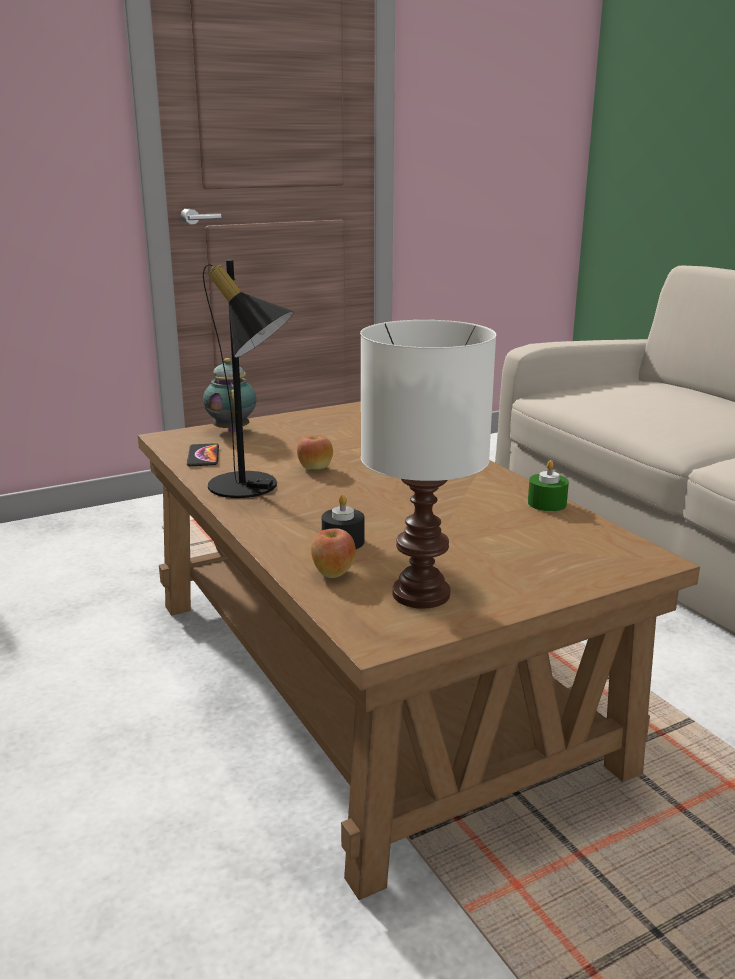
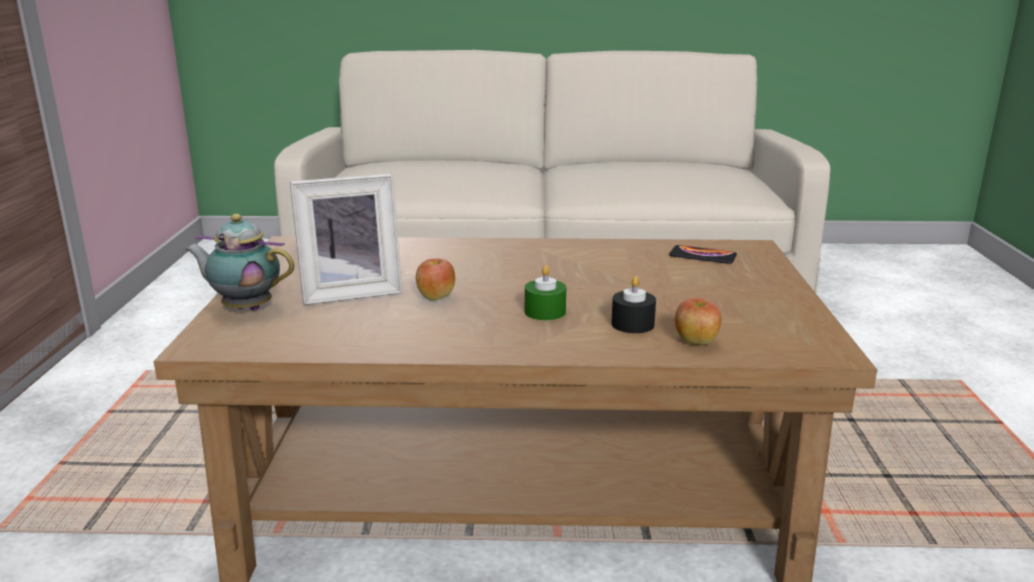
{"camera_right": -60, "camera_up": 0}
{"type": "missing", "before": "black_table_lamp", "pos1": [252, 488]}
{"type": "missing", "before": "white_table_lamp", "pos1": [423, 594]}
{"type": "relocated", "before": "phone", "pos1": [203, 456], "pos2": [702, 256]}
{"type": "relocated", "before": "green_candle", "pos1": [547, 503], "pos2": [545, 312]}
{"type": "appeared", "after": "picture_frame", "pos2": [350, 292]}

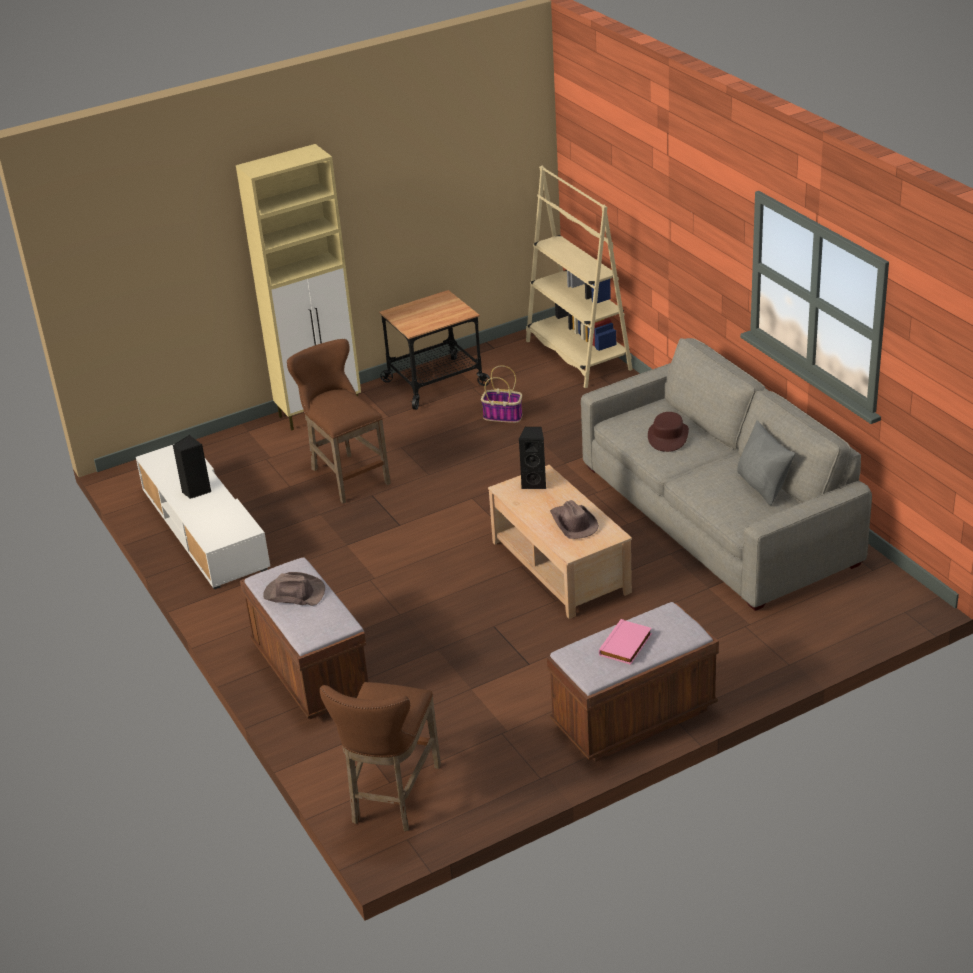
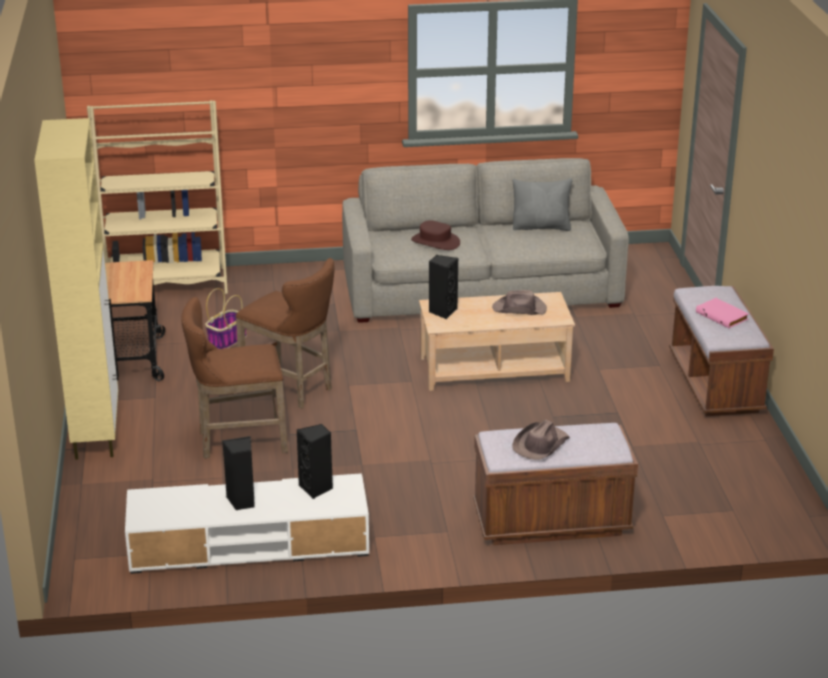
{"camera_right": -70, "camera_up": -5}
{"type": "relocated", "before": "brown_stool", "pos1": [392, 797], "pos2": [291, 388]}
{"type": "appeared", "after": "black_speaker", "pos2": [316, 488]}

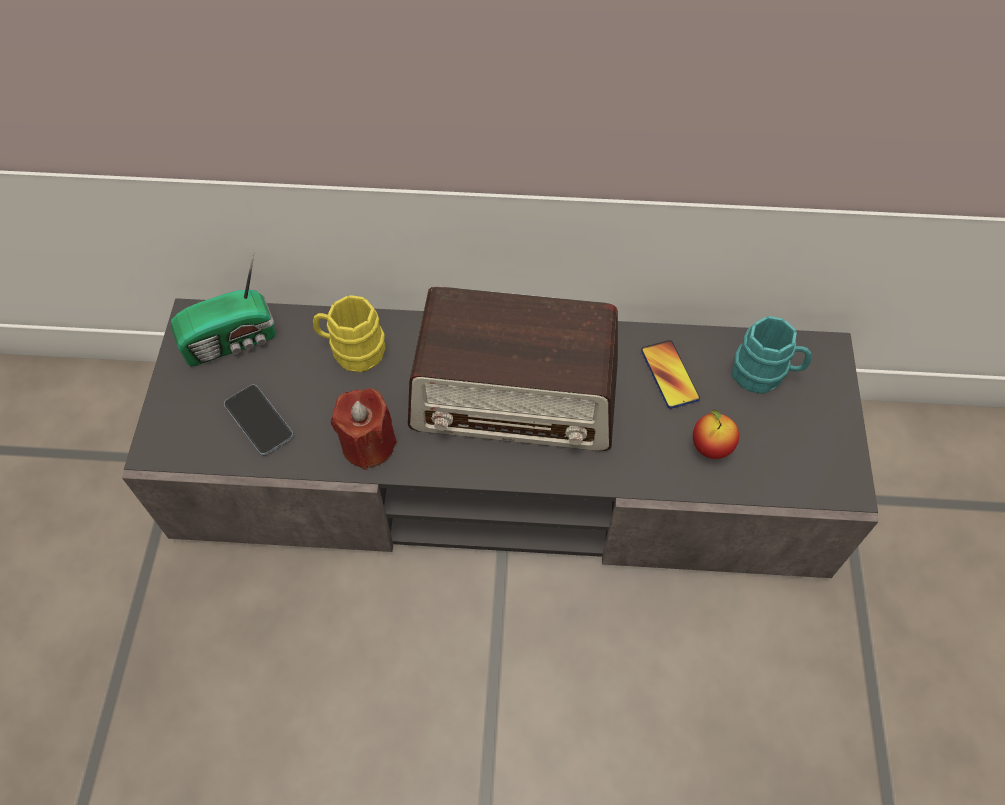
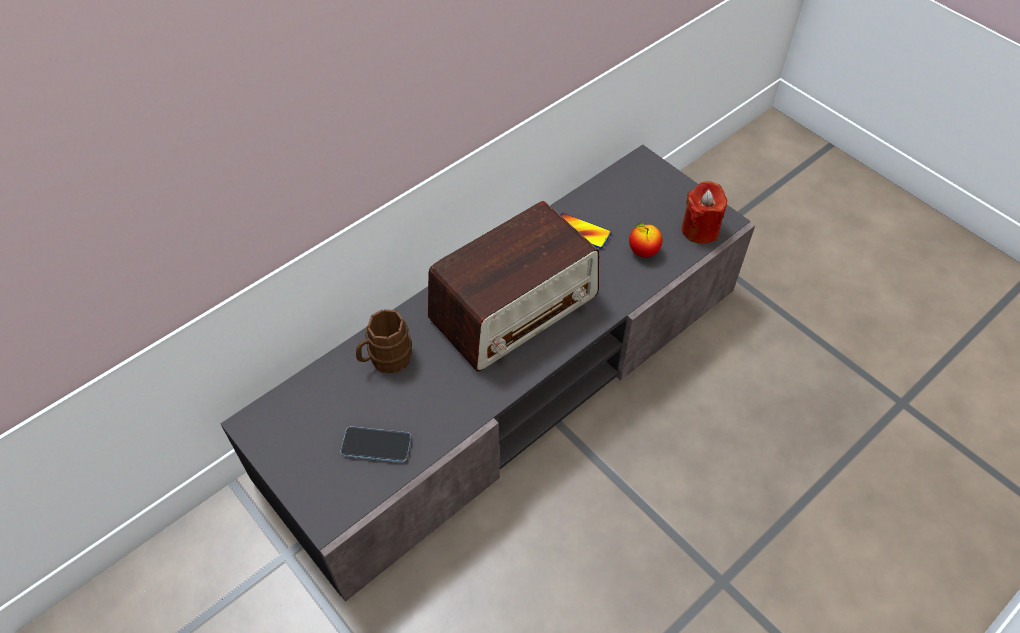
{"camera_right": -45, "camera_up": -5}
{"type": "missing", "before": "radio", "pos1": [232, 341]}
{"type": "colour", "before": "yellow_mug", "after": "brown_mug", "pos1": [352, 350], "pos2": [385, 359]}
{"type": "missing", "before": "turquoise_mug", "pos1": [765, 374]}
{"type": "relocated", "before": "red_candle", "pos1": [368, 444], "pos2": [700, 229]}

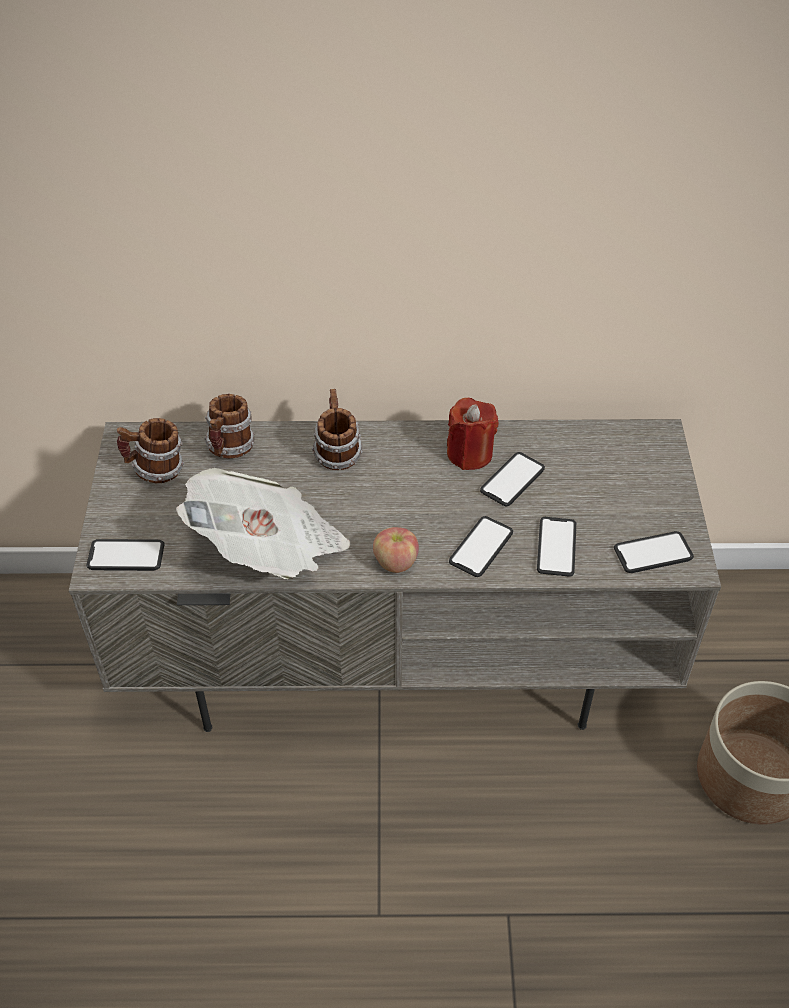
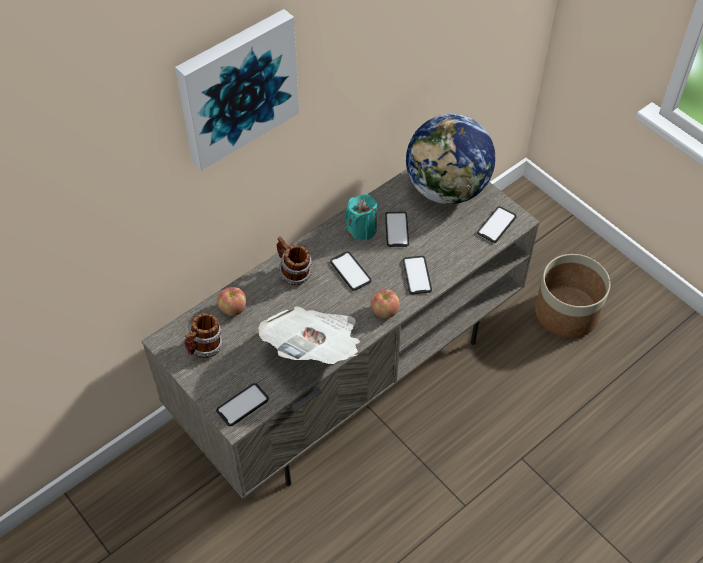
{"camera_right": -40, "camera_up": 5}
{"type": "exchanged", "before": "mug", "after": "apple", "pos1": [230, 449], "pos2": [233, 308]}
{"type": "colour", "before": "red_candle", "after": "turquoise_candle", "pos1": [470, 453], "pos2": [361, 229]}
{"type": "relocated", "before": "phone", "pos1": [556, 547], "pos2": [350, 271]}
{"type": "appeared", "after": "picture", "pos2": [236, 87]}
{"type": "appeared", "after": "globe", "pos2": [447, 189]}

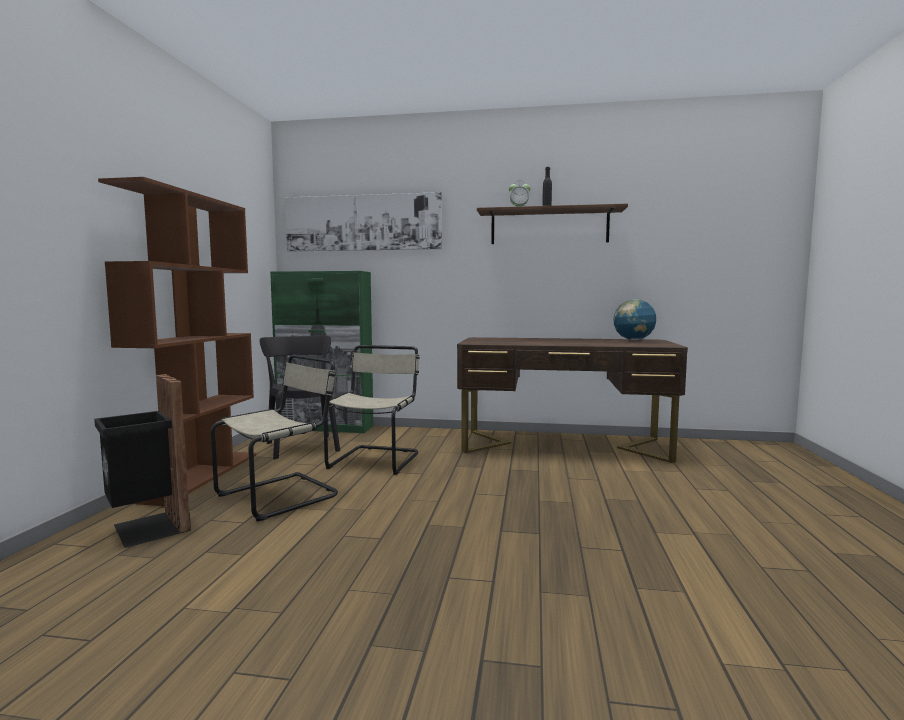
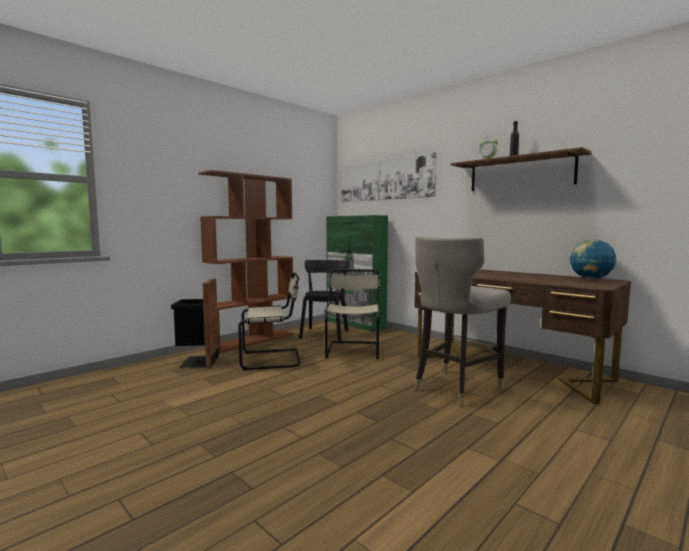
{"camera_right": 35, "camera_up": 0}
{"type": "spun", "before": "beige_chair", "pos1": [376, 460], "pos2": [353, 350], "turn": -45}
{"type": "appeared", "after": "grey_stool", "pos2": [455, 387]}

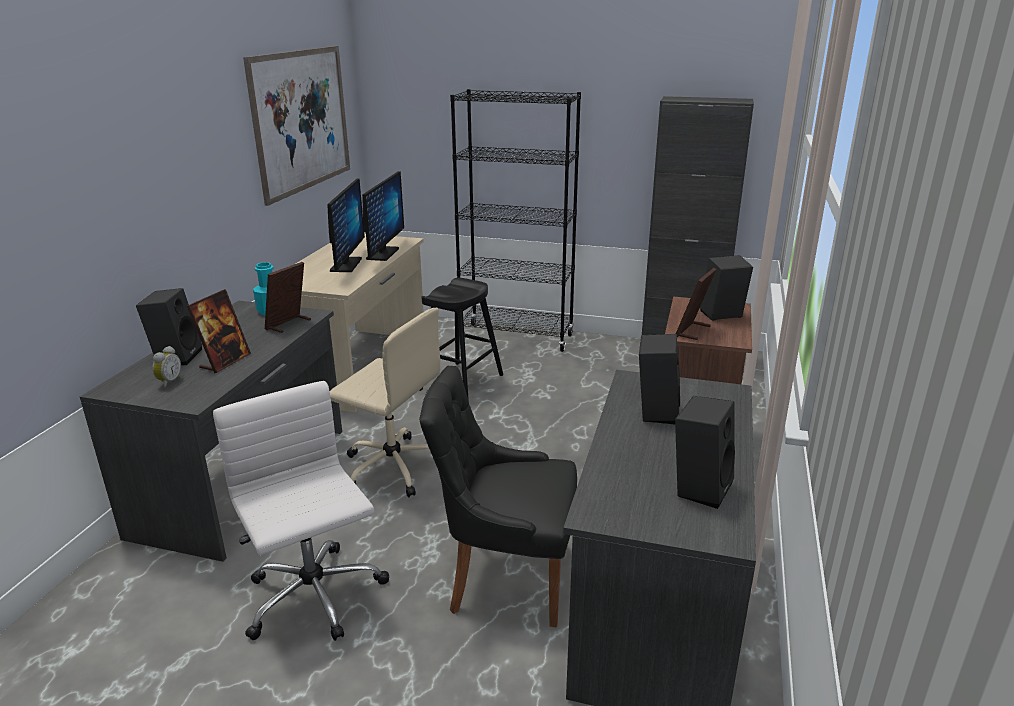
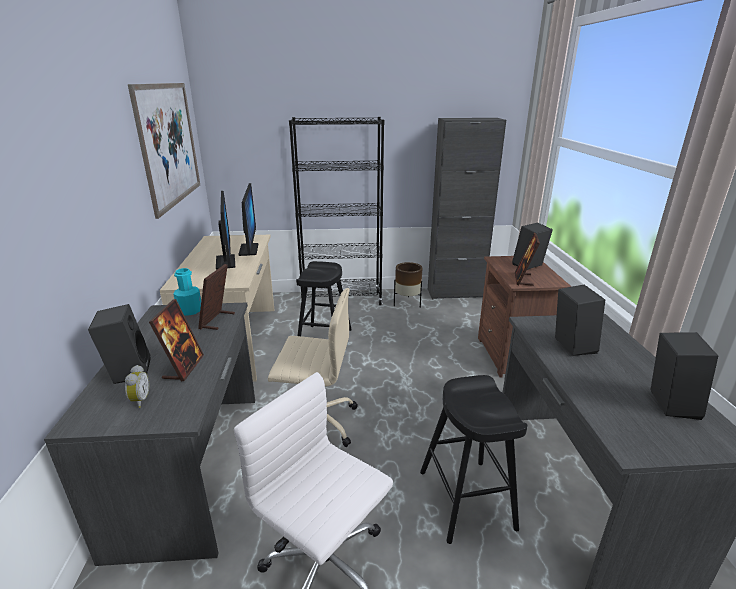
{"camera_right": -20, "camera_up": 0}
{"type": "exchanged", "before": "black_chair", "after": "black_stool", "pos1": [505, 578], "pos2": [466, 499]}
{"type": "appeared", "after": "brown_planter", "pos2": [407, 303]}

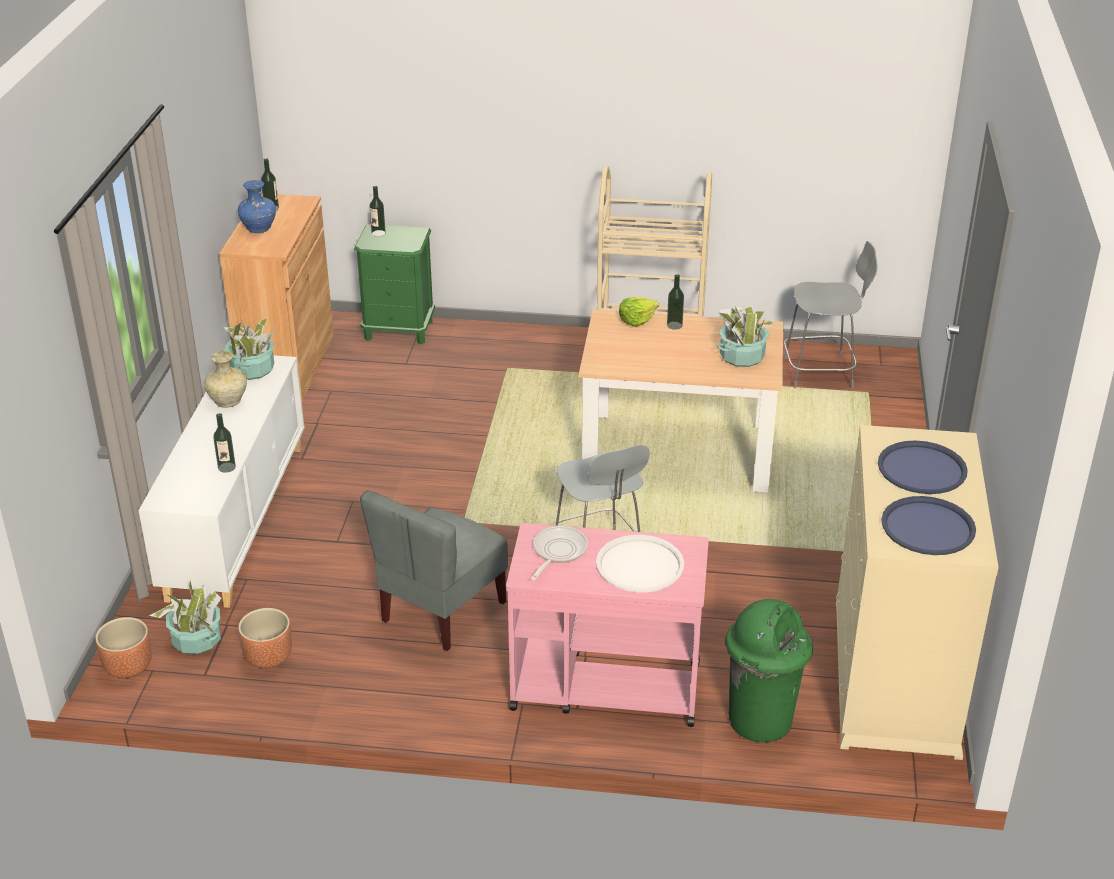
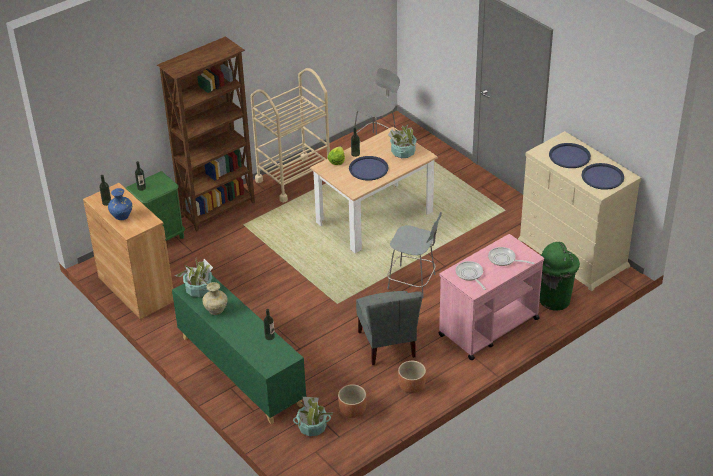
{"camera_right": -45, "camera_up": 5}
{"type": "colour", "before": "white_cabinet", "after": "green_cabinet", "pos1": [237, 520], "pos2": [240, 371]}
{"type": "exchanged", "before": "white_tray", "after": "frying_pan", "pos1": [640, 565], "pos2": [504, 259]}
{"type": "relocated", "before": "brown_planter", "pos1": [129, 667], "pos2": [411, 387]}
{"type": "appeared", "after": "brown_bookcase", "pos2": [218, 210]}
{"type": "appeared", "after": "blue_tray", "pos2": [368, 169]}

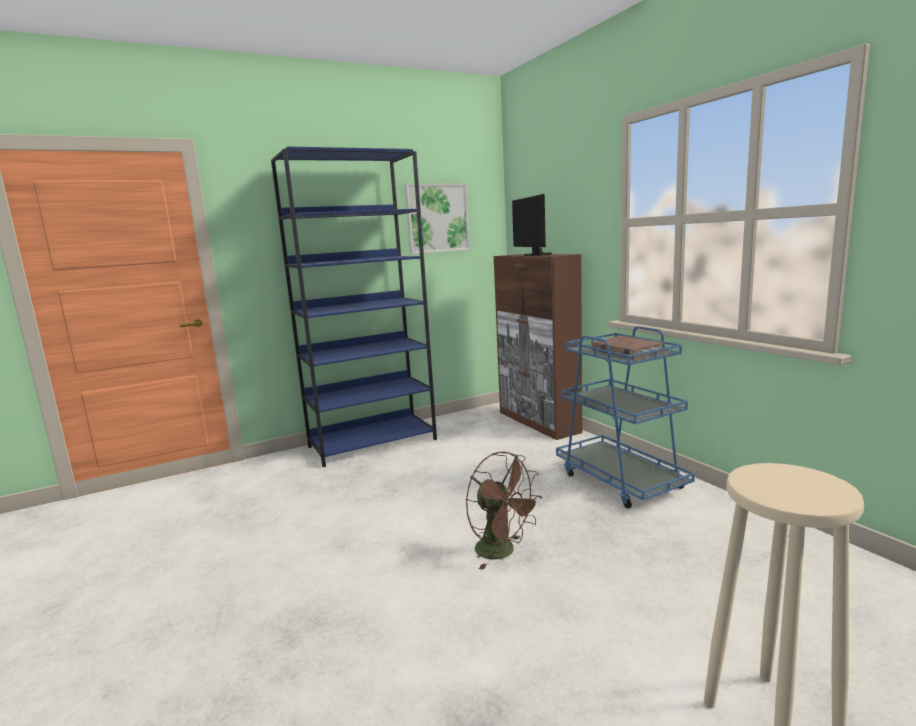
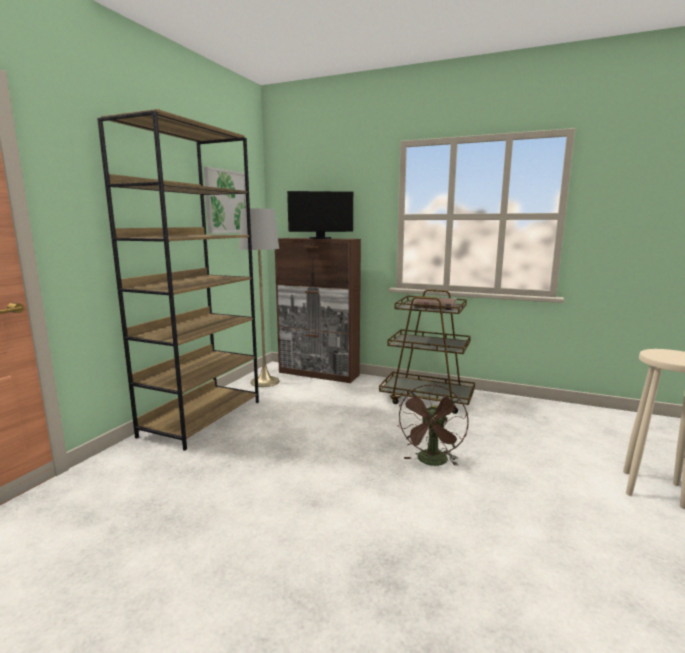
{"camera_right": -40, "camera_up": 0}
{"type": "colour", "before": "blue_bookcase", "after": "brown_bookcase", "pos1": [373, 443], "pos2": [202, 418]}
{"type": "spun", "before": "monitor", "pos1": [535, 255], "pos2": [320, 238], "turn": -45}
{"type": "colour", "before": "blue_cart", "after": "brown_cart", "pos1": [620, 480], "pos2": [427, 399]}
{"type": "spun", "before": "brown_fan", "pos1": [502, 552], "pos2": [432, 462], "turn": 105}
{"type": "appeared", "after": "grey_floor_lamp", "pos2": [265, 381]}

